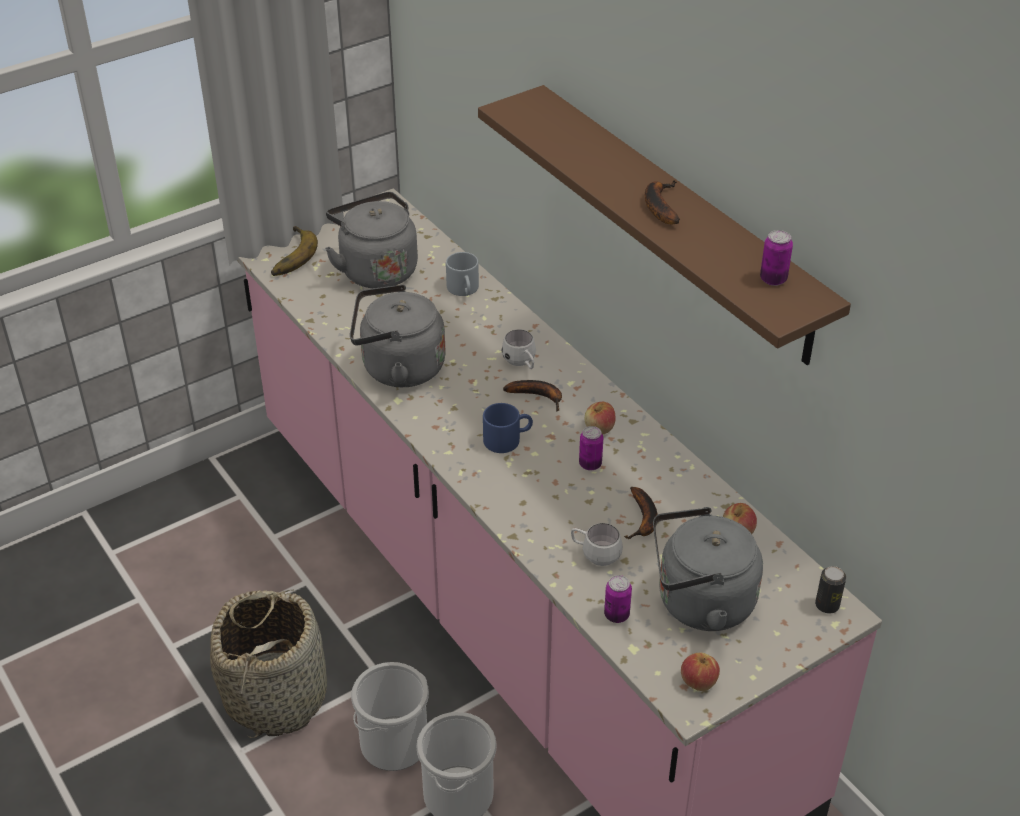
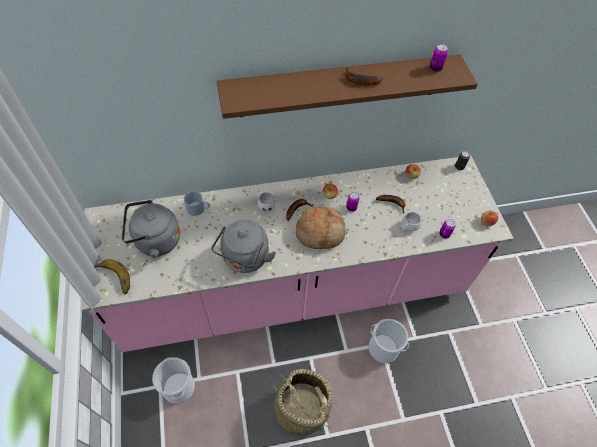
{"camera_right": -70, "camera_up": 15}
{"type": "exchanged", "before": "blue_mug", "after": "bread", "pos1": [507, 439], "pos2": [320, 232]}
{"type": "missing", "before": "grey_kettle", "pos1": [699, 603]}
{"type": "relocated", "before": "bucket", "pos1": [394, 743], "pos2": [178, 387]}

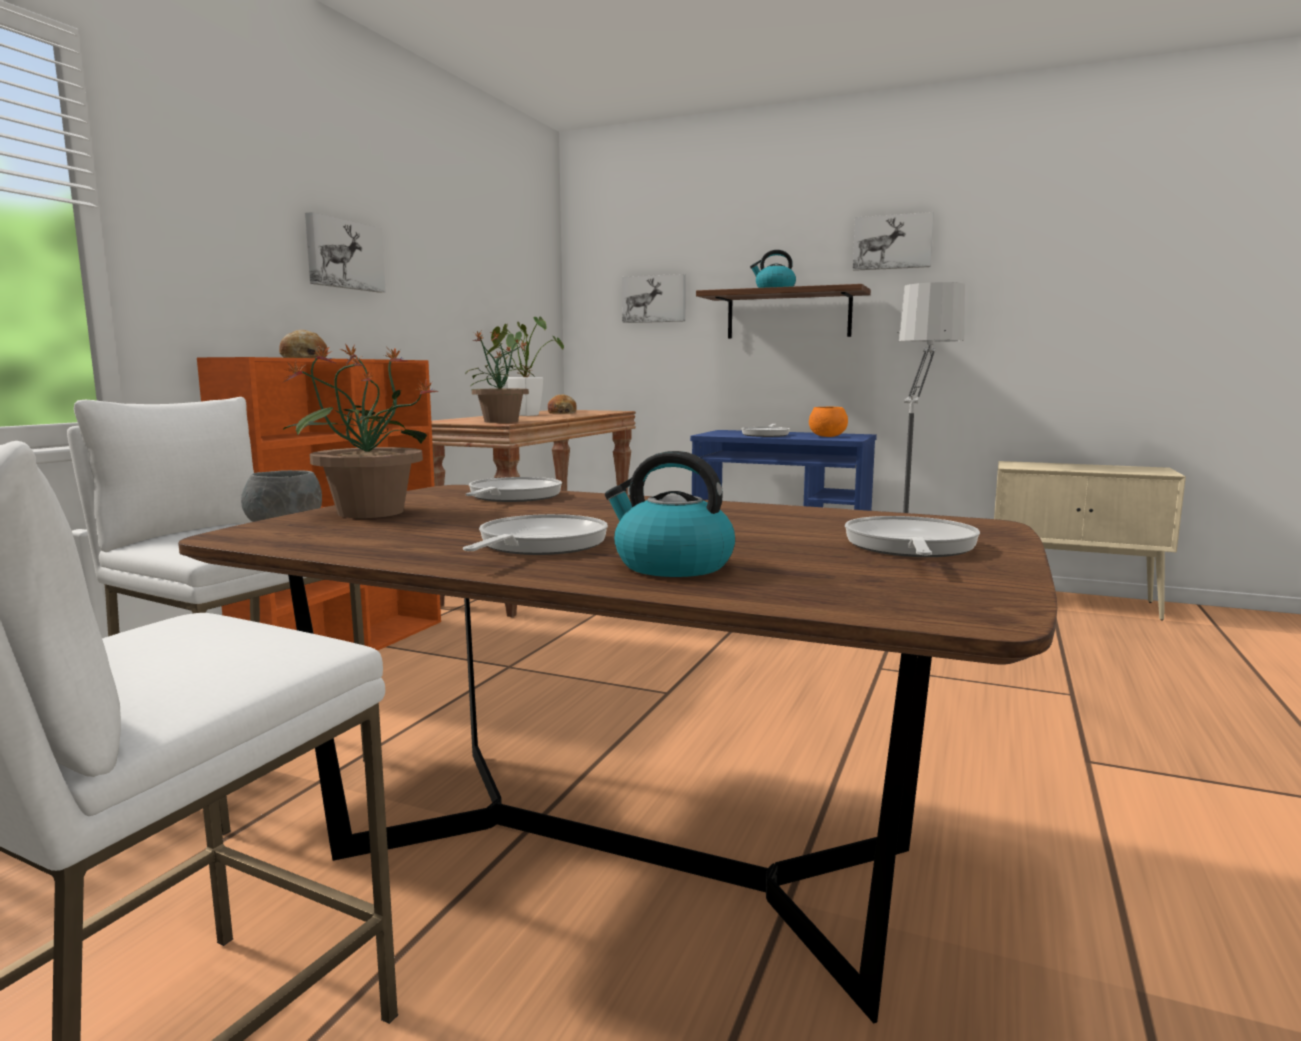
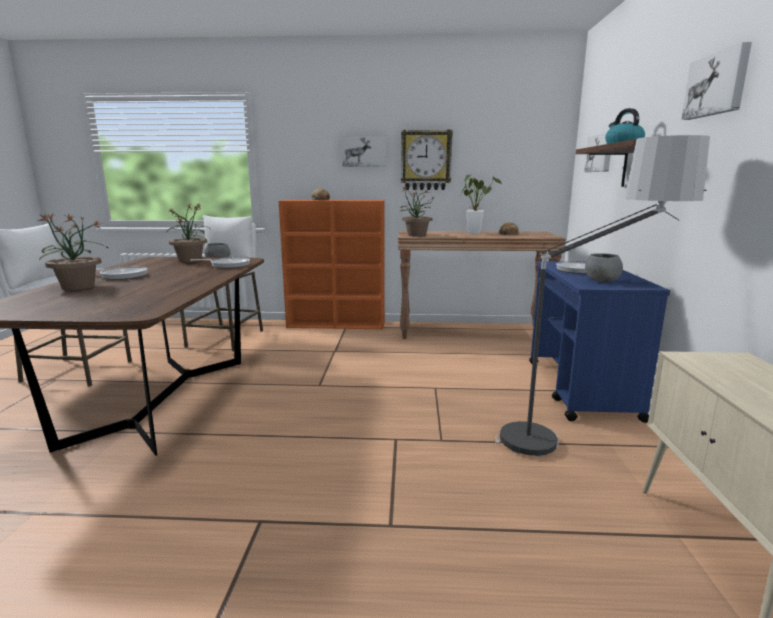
{"camera_right": 70, "camera_up": 5}
{"type": "colour", "before": "orange_bowl", "after": "grey_bowl", "pos1": [827, 436], "pos2": [601, 281]}
{"type": "exchanged", "before": "kettle", "after": "potted_plant", "pos1": [671, 565], "pos2": [78, 287]}
{"type": "missing", "before": "frying_pan", "pos1": [909, 547]}
{"type": "appeared", "after": "wall_clock", "pos2": [426, 160]}

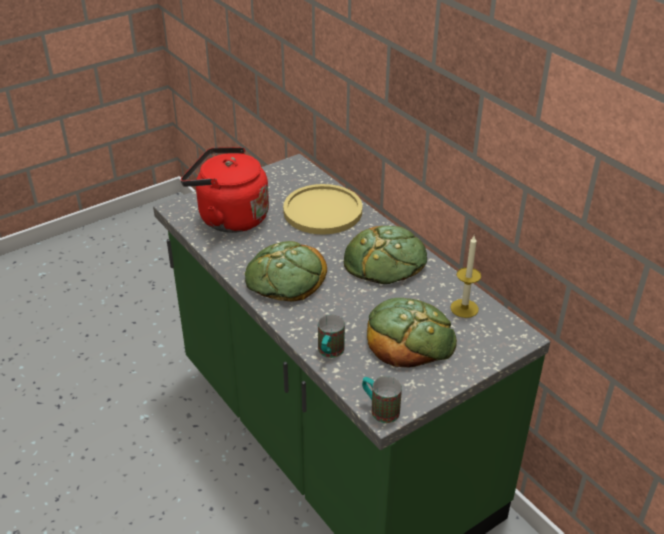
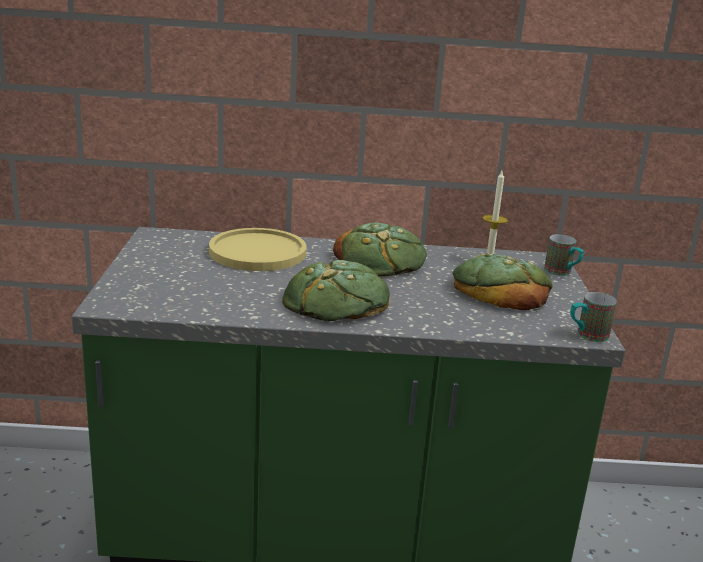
{"camera_right": -55, "camera_up": -15}
{"type": "missing", "before": "red_kettle", "pos1": [229, 217]}
{"type": "relocated", "before": "mug", "pos1": [329, 353], "pos2": [562, 273]}

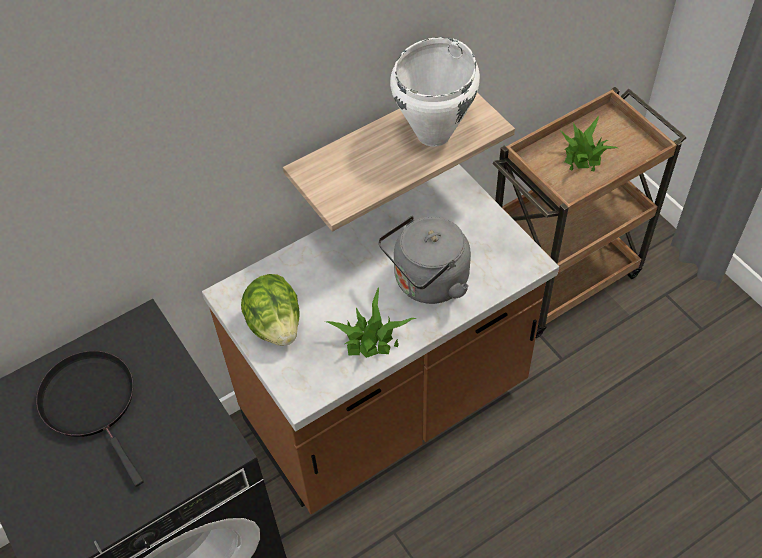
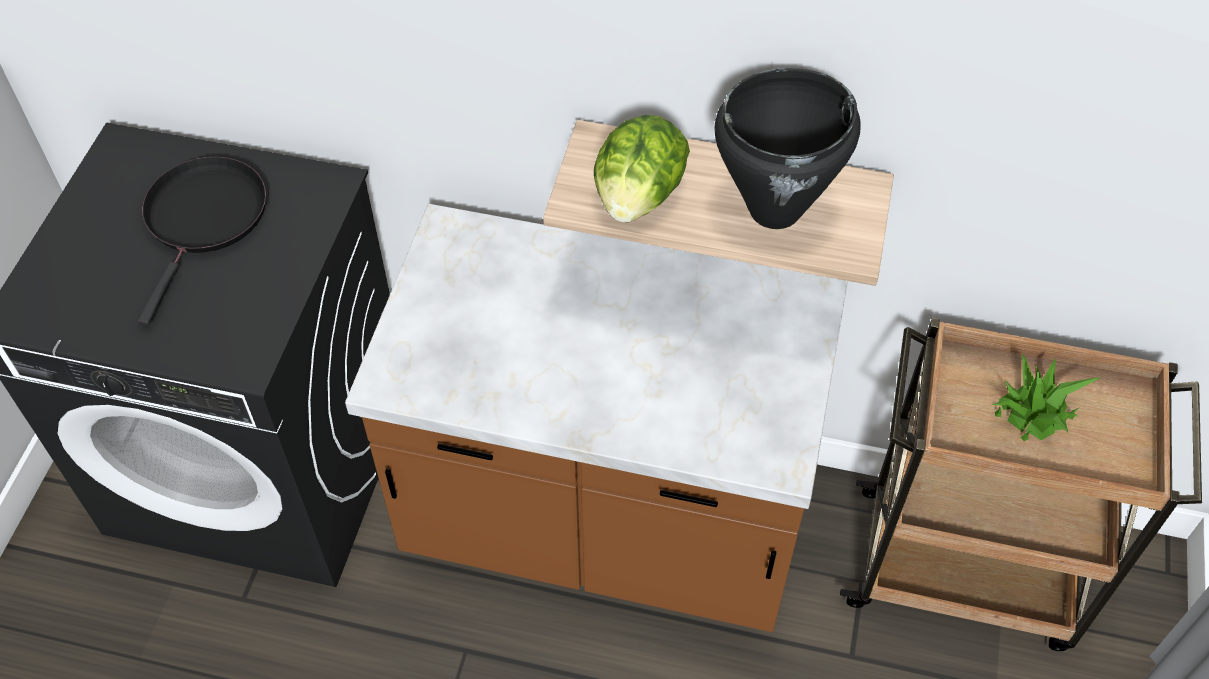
{"camera_right": 45, "camera_up": 0}
{"type": "colour", "before": "white_cooking_pot", "after": "black_cooking_pot", "pos1": [434, 134], "pos2": [776, 210]}
{"type": "missing", "before": "grey_kettle", "pos1": [427, 283]}
{"type": "relocated", "before": "lettuce", "pos1": [275, 325], "pos2": [638, 197]}
{"type": "missing", "before": "potted_plant", "pos1": [371, 338]}

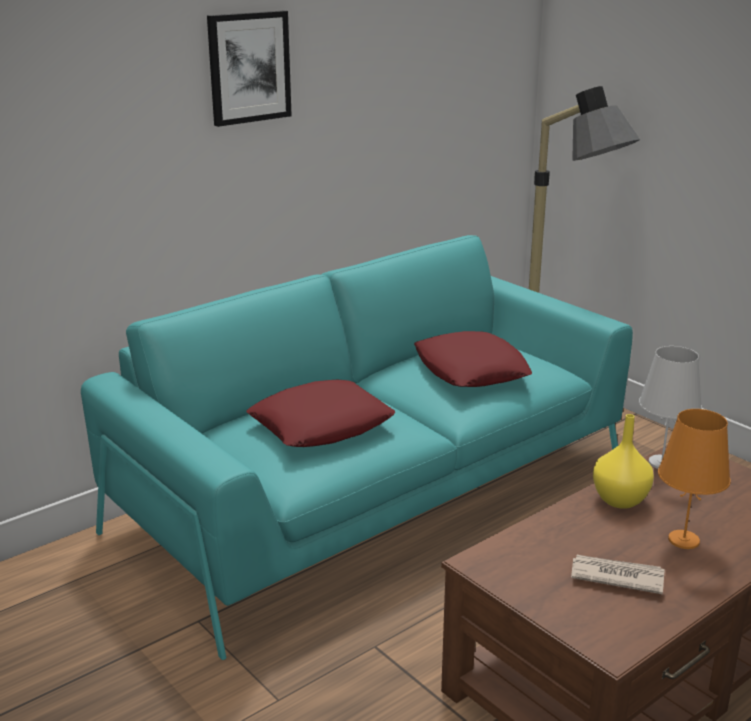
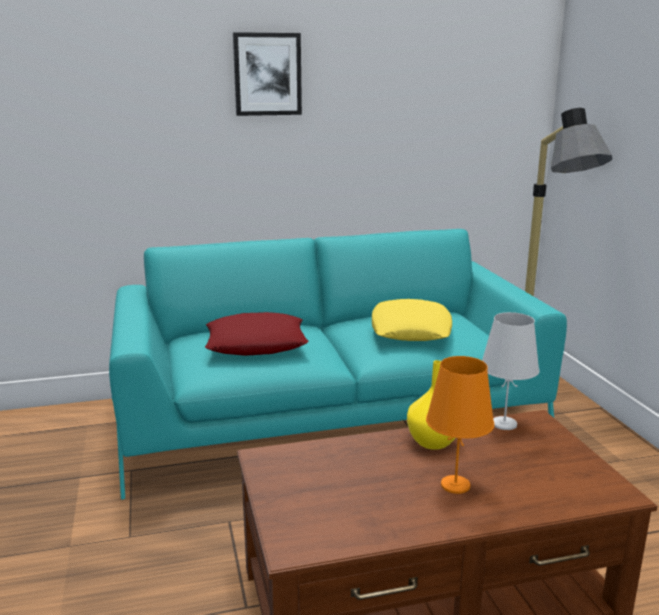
{"camera_right": 25, "camera_up": -5}
{"type": "colour", "before": "red_pillow", "after": "yellow_pillow", "pos1": [470, 370], "pos2": [410, 329]}
{"type": "missing", "before": "newspaper", "pos1": [616, 576]}

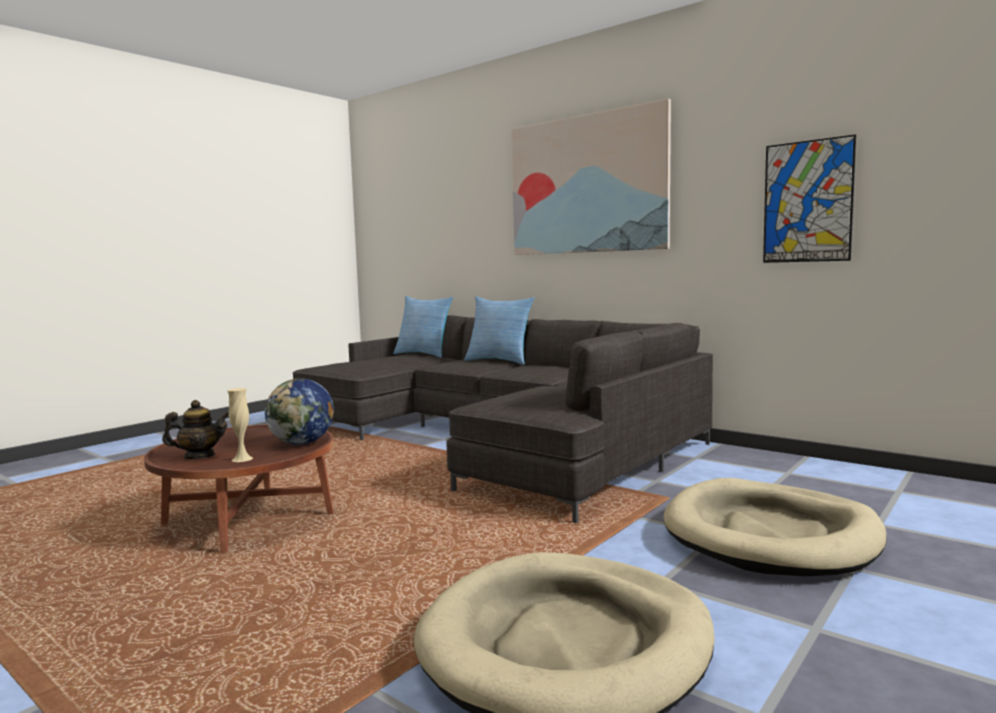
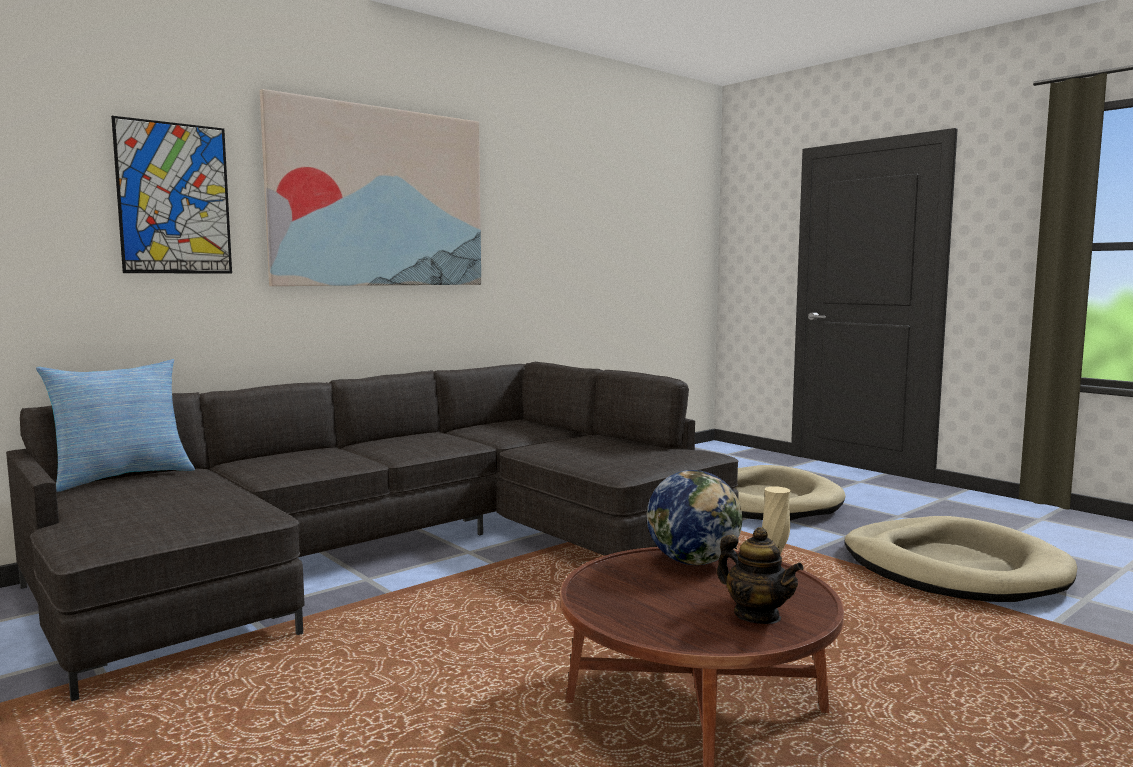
{"camera_right": -80, "camera_up": 0}
{"type": "relocated", "before": "picture", "pos1": [807, 201], "pos2": [174, 198]}
{"type": "missing", "before": "pillow", "pos1": [499, 361]}
{"type": "spun", "before": "teapot", "pos1": [199, 456], "pos2": [757, 616], "turn": 150}

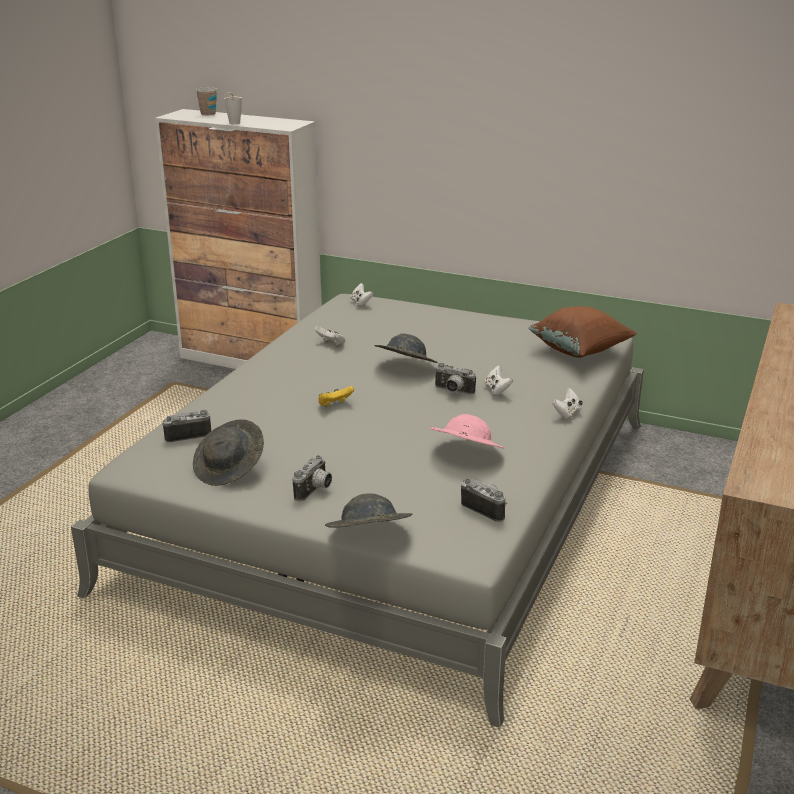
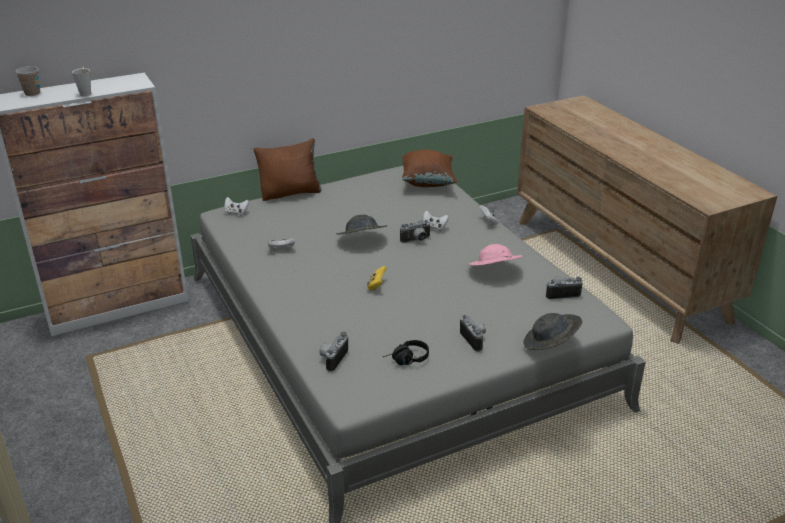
{"camera_right": -50, "camera_up": 5}
{"type": "exchanged", "before": "grey_hat", "after": "black_headphones", "pos1": [230, 469], "pos2": [406, 360]}
{"type": "appeared", "after": "brown_pillow", "pos2": [290, 193]}

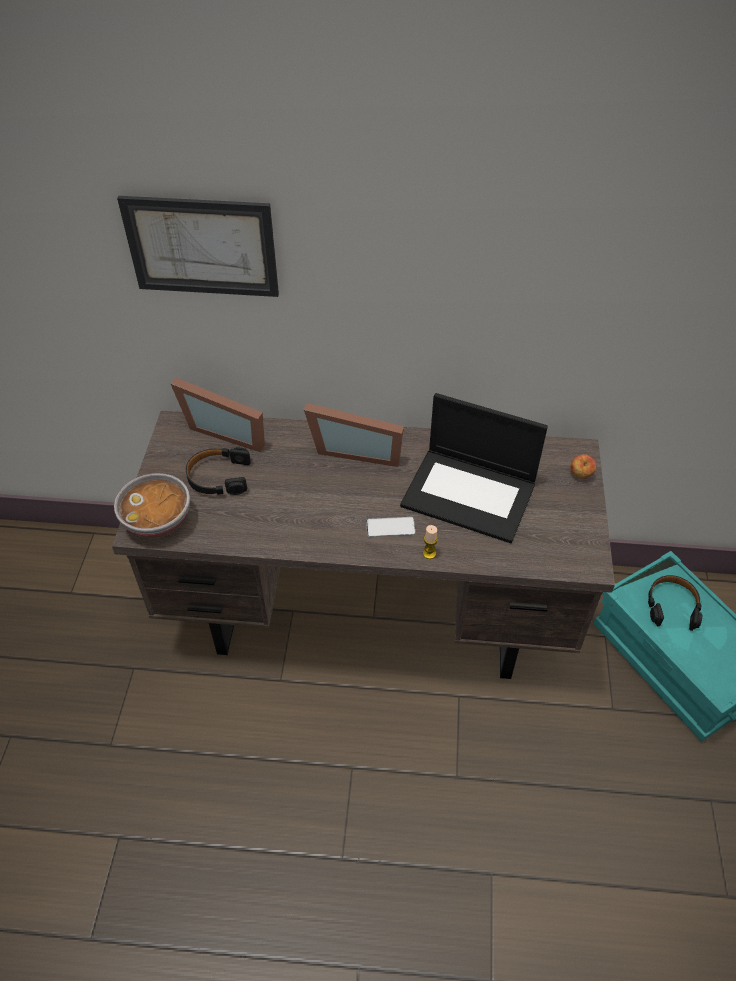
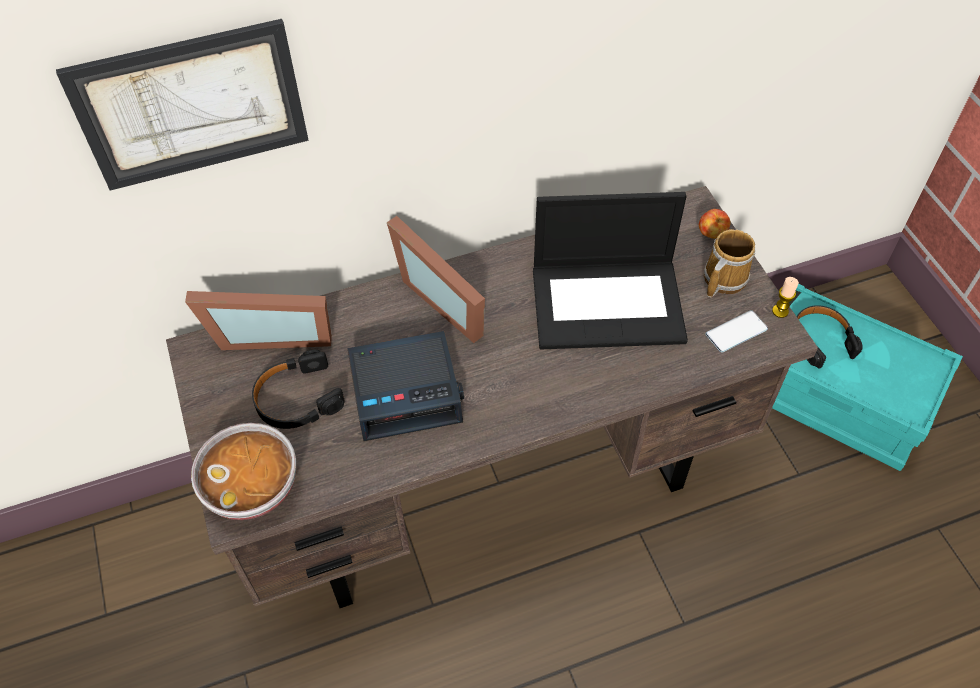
{"camera_right": -25, "camera_up": 5}
{"type": "spun", "before": "picture_frame", "pos1": [356, 449], "pos2": [447, 298], "turn": 60}
{"type": "relocated", "before": "phone", "pos1": [390, 527], "pos2": [736, 332]}
{"type": "relocated", "before": "candle", "pos1": [429, 553], "pos2": [780, 311]}
{"type": "appeared", "after": "mug", "pos2": [722, 279]}
{"type": "appeared", "after": "alarm_clock", "pos2": [407, 391]}

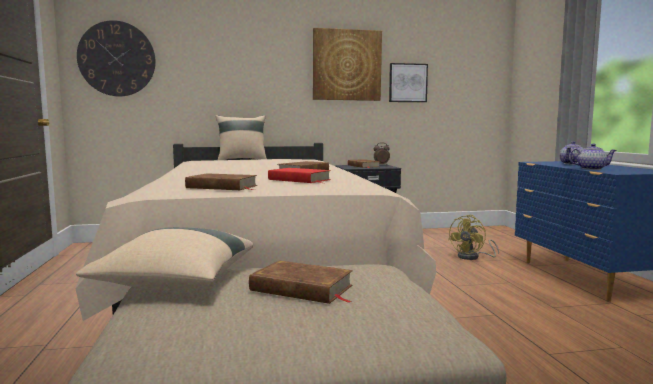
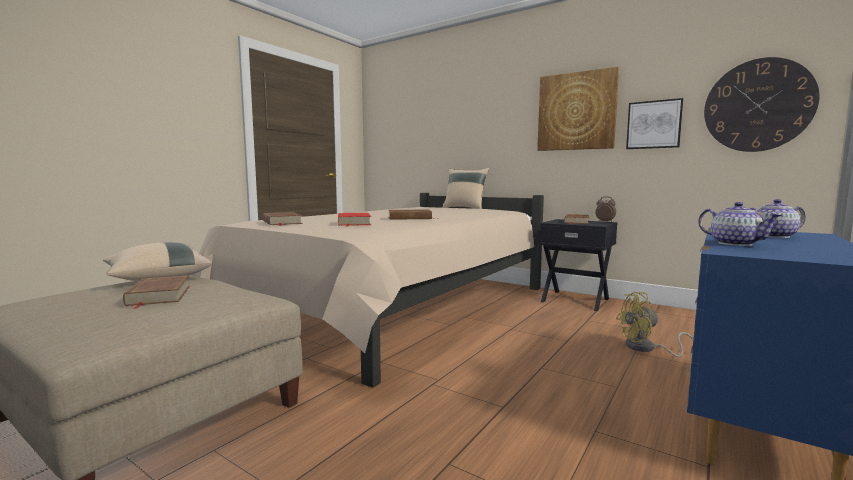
{"camera_right": 45, "camera_up": 0}
{"type": "relocated", "before": "wall_clock", "pos1": [117, 59], "pos2": [758, 105]}

